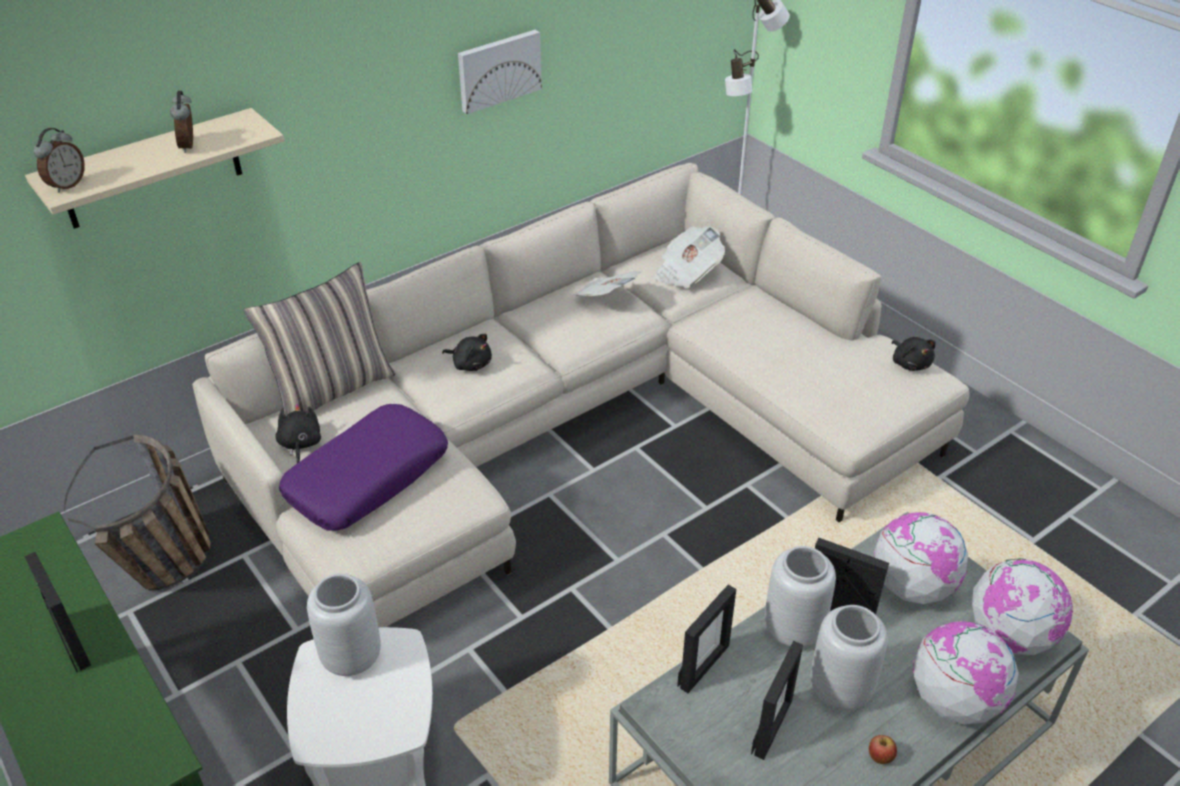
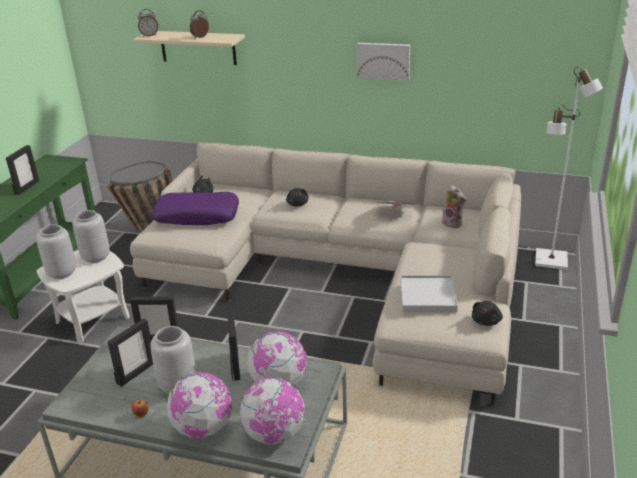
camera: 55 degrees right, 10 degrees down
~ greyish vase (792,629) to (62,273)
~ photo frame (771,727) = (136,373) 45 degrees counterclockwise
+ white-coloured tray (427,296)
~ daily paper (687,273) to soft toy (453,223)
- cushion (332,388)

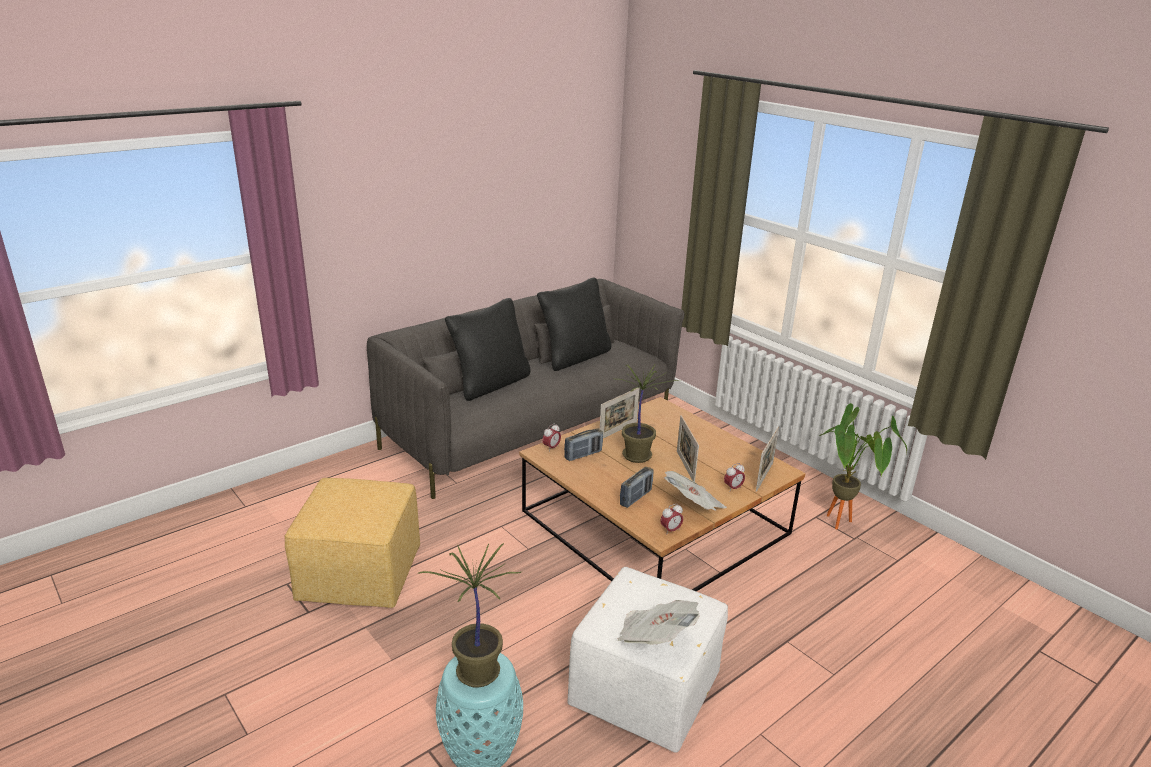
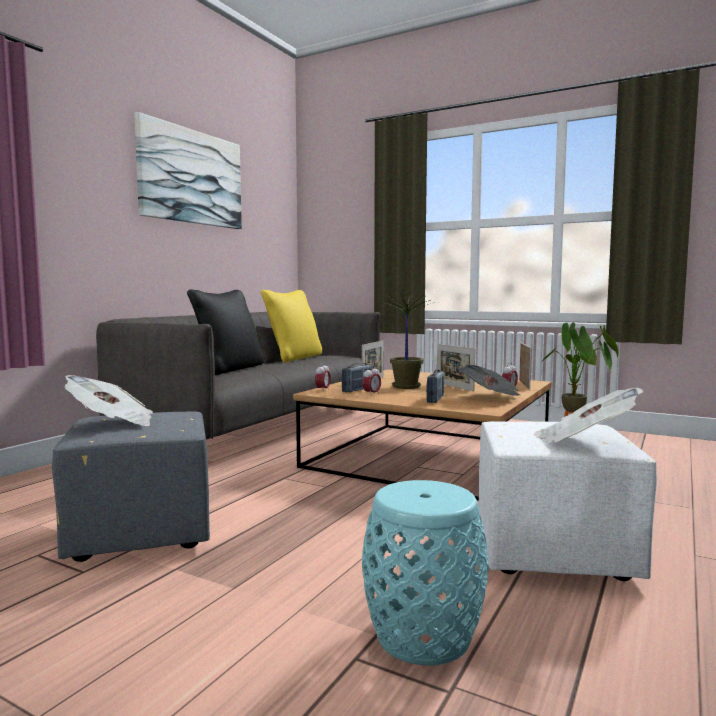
camera: 20 degrees left, 20 degrees down
~ yellow-coloured ottoman (359,576) to greyish ottoman (139,533)
+ daily paper (113,423)
+ picture (191,177)
~ black-coloured cushion (574,357) to yellow-coloured cushion (294,358)
~ table clock (670,530) to (371,394)
- potted plant (476,672)

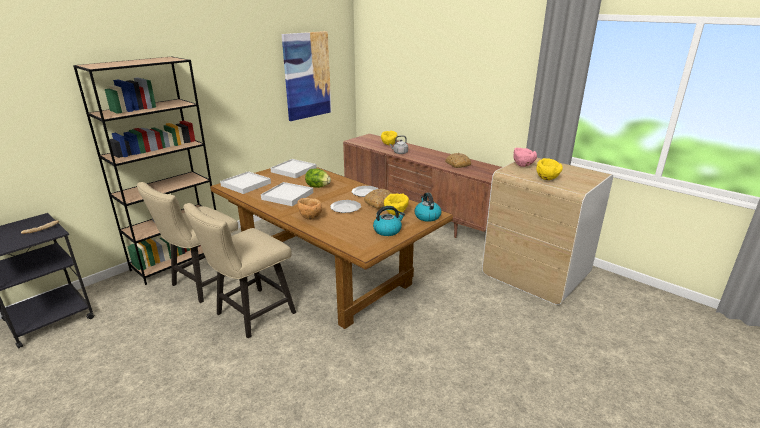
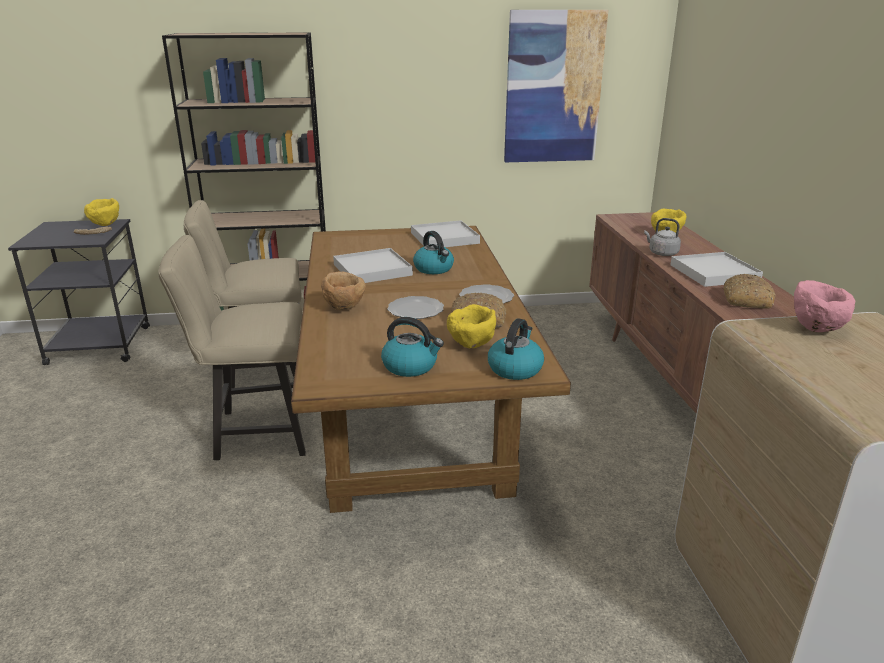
camera: 40 degrees right, 0 degrees up
~ yellow-coloured bowl (547,179) to (105,225)
~ head of lettuce (318,187) to tea kettle (434,269)
~ white-coloured tray (246,184) to (714,273)

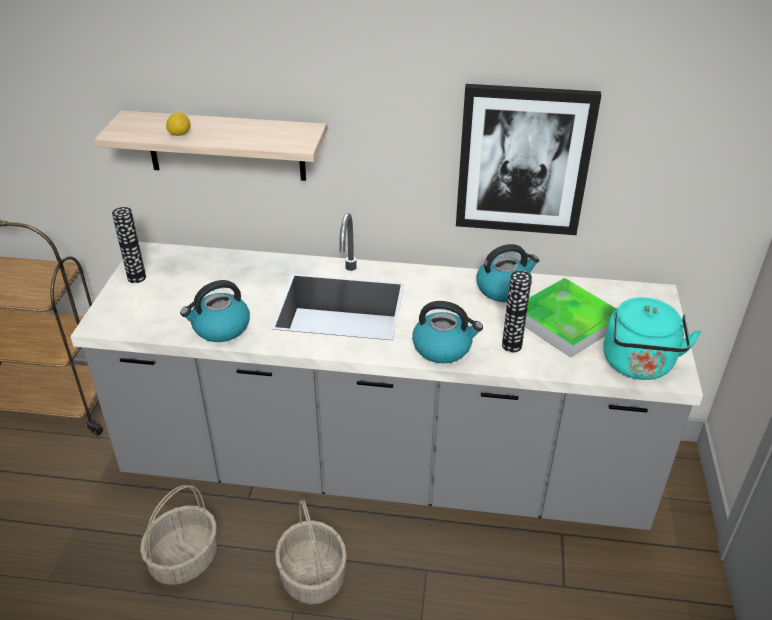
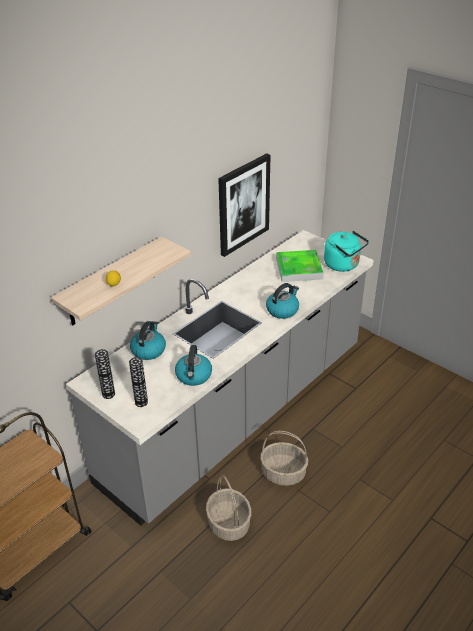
camera: 55 degrees left, 0 degrees up
~ vase (511,345) to (141,402)
~ tea kettle (503,289) to (148,350)

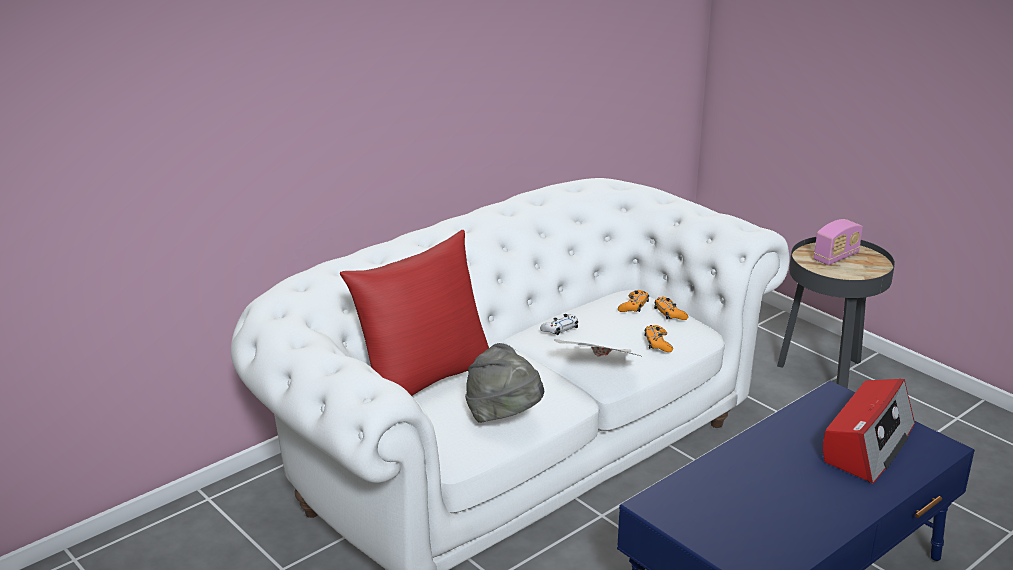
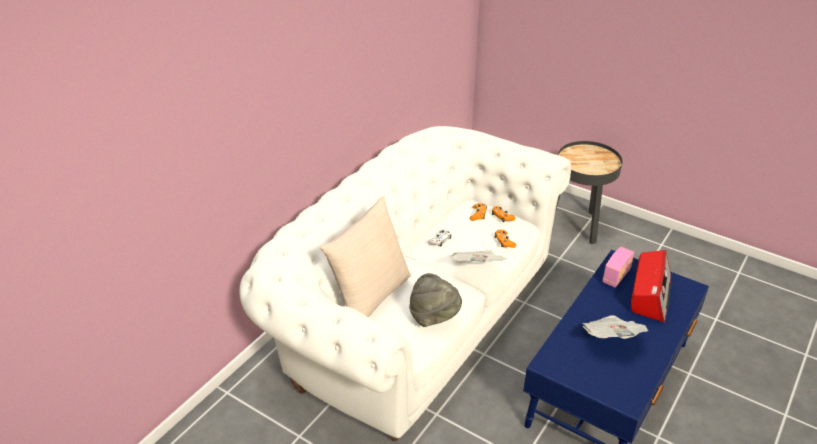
camera: 15 degrees left, 10 degrees up
~ red-coloured cushion (423,380) to beige cushion (370,297)
+ daily paper (611,339)
~ radio receiver (836,257) to (616,276)

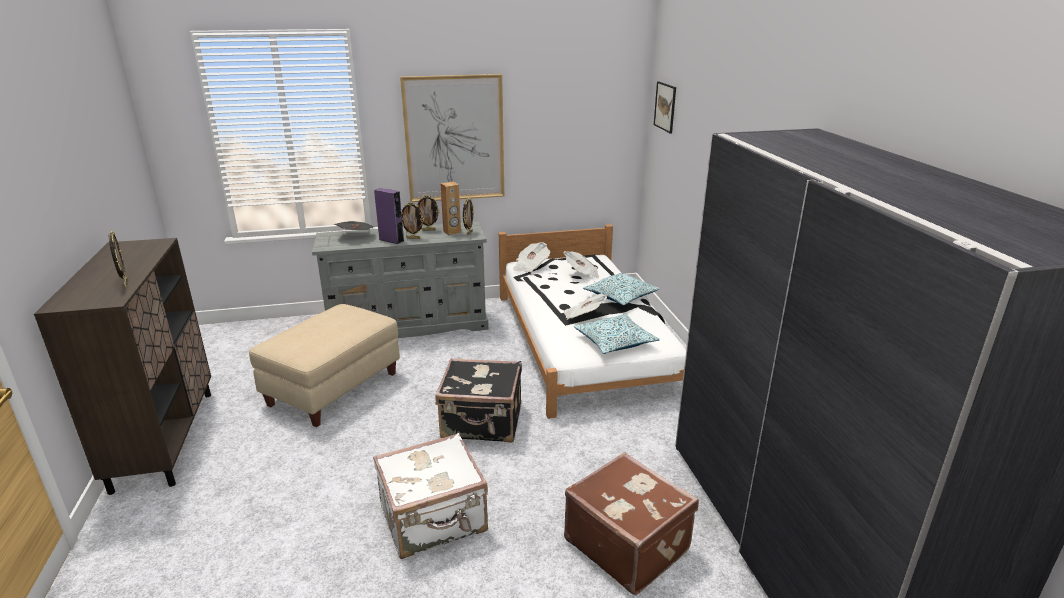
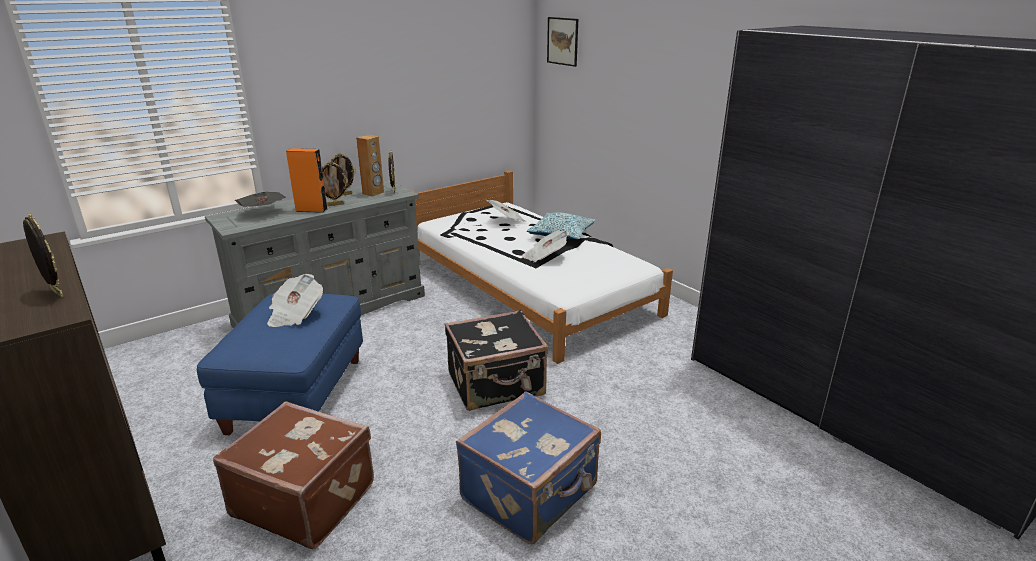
camera: 25 degrees left, 0 degrees up
~ beige ottoman (333,388) to blue-coloured ottoman (295,394)
~ brownish piece of luggage (627,544) to (305,498)
~ daily paper (530,267) to (295,315)
~ purple audio speaker (391,240) to orange audio speaker (311,210)
~ white-coloured piece of luggage (434,520) to blue-coloured piece of luggage (531,494)
- picture (454,139)
- cushion (614,341)

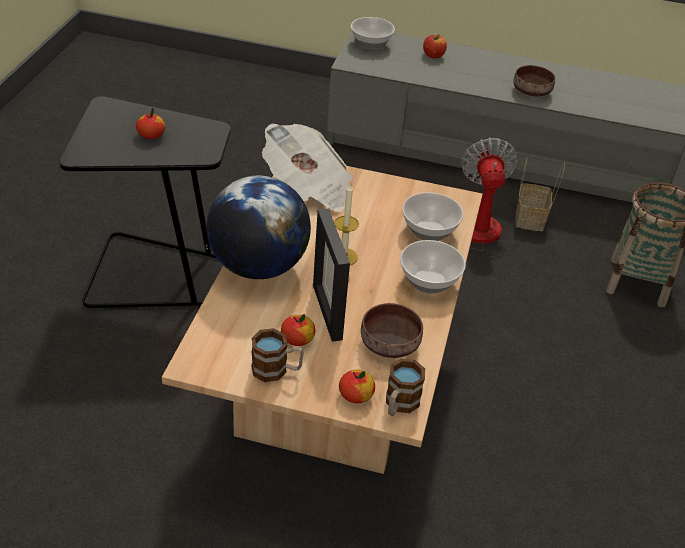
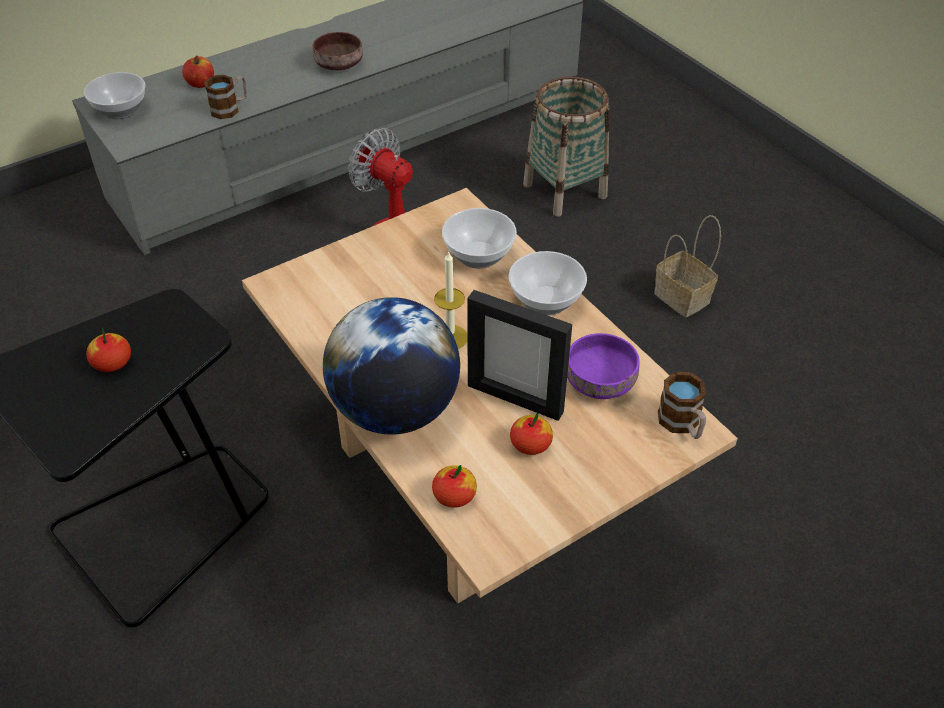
camera: 45 degrees left, 5 degrees up
~ tea mug (276,370) to (230,108)
~ whole apple (356,395) to (454,496)
~ brownish bowl (390,342) to purple bowl (599,379)
~ basket (530,219) to (683,298)
- daily paper (308,188)

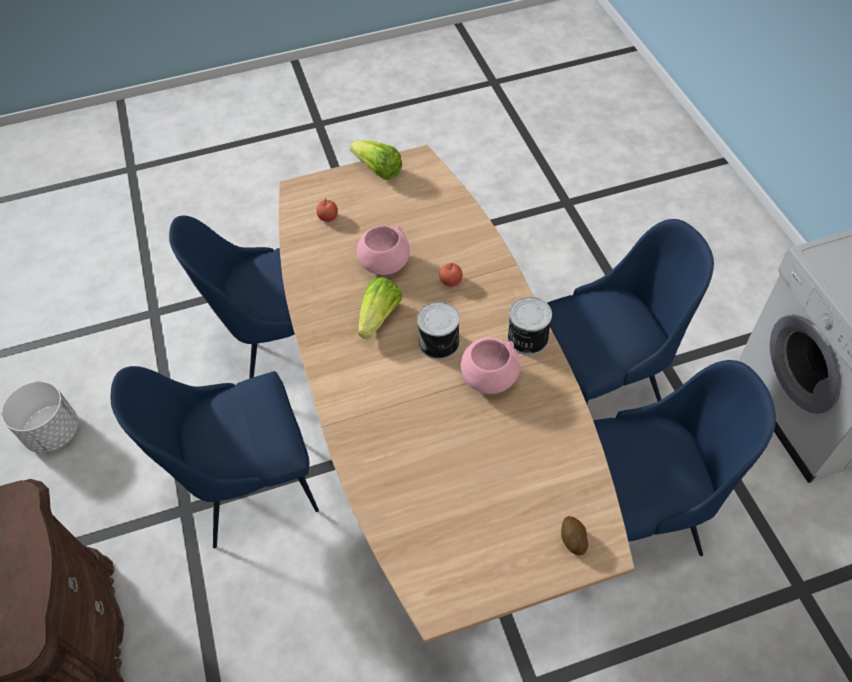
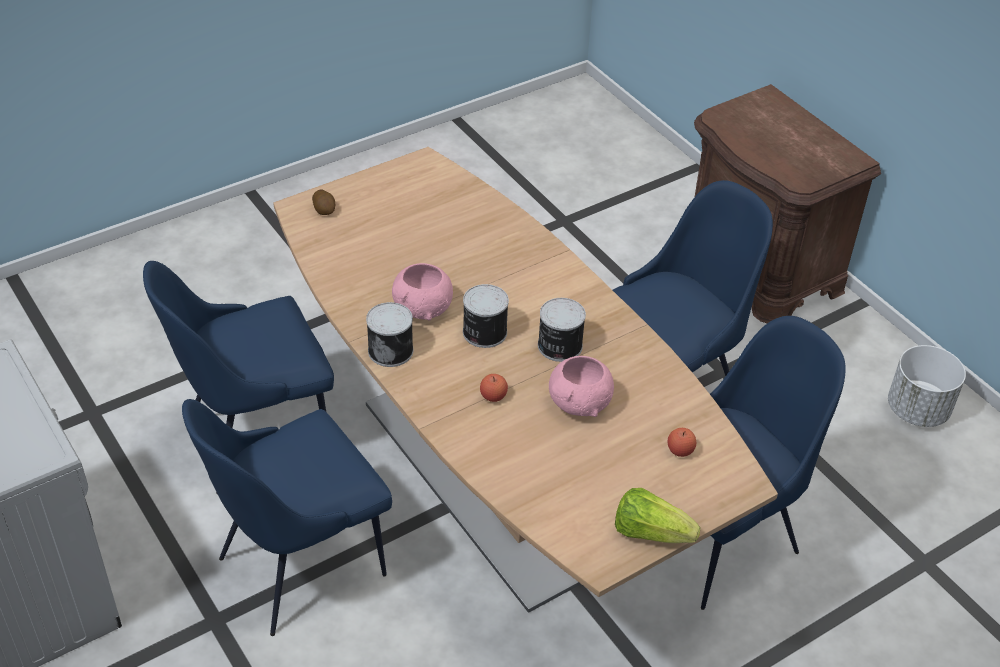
camera: 160 degrees right, 10 degrees down
~ head of lettuce (379,317) to metal can (559,346)

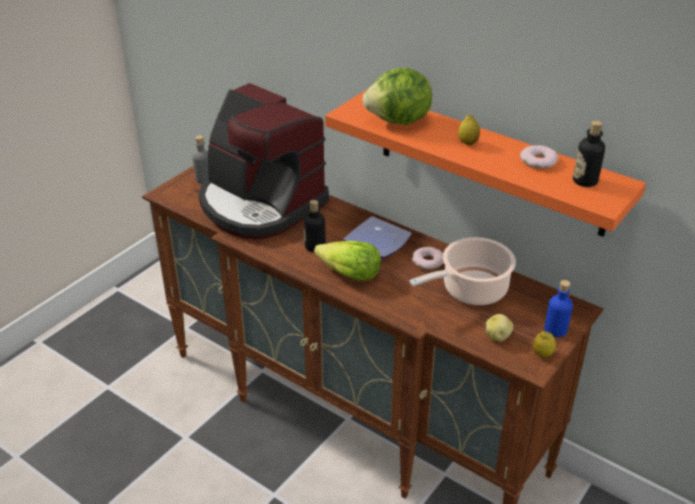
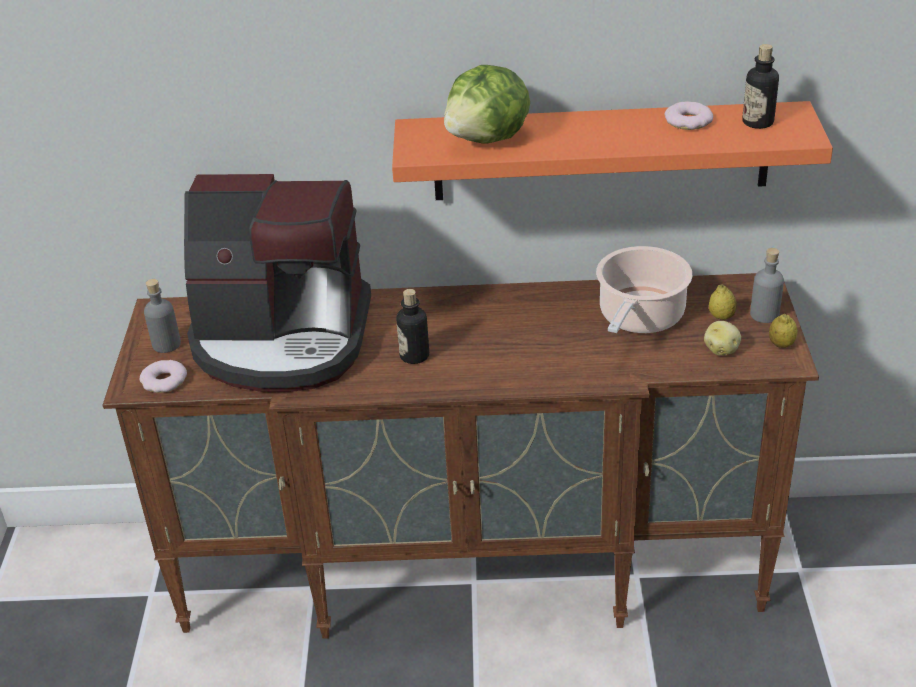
camera: 35 degrees left, 0 degrees up
~ ring doughnut (428,261) to (164,381)
~ lemon (468,143) to (721,317)
~ blue-coloured bottle (555,329) to greyish bottle (764,314)
- head of lettuce (349,274)
- flat dish (376,241)

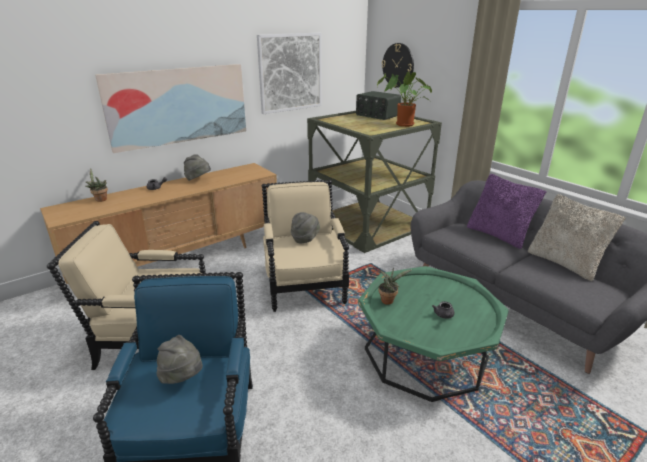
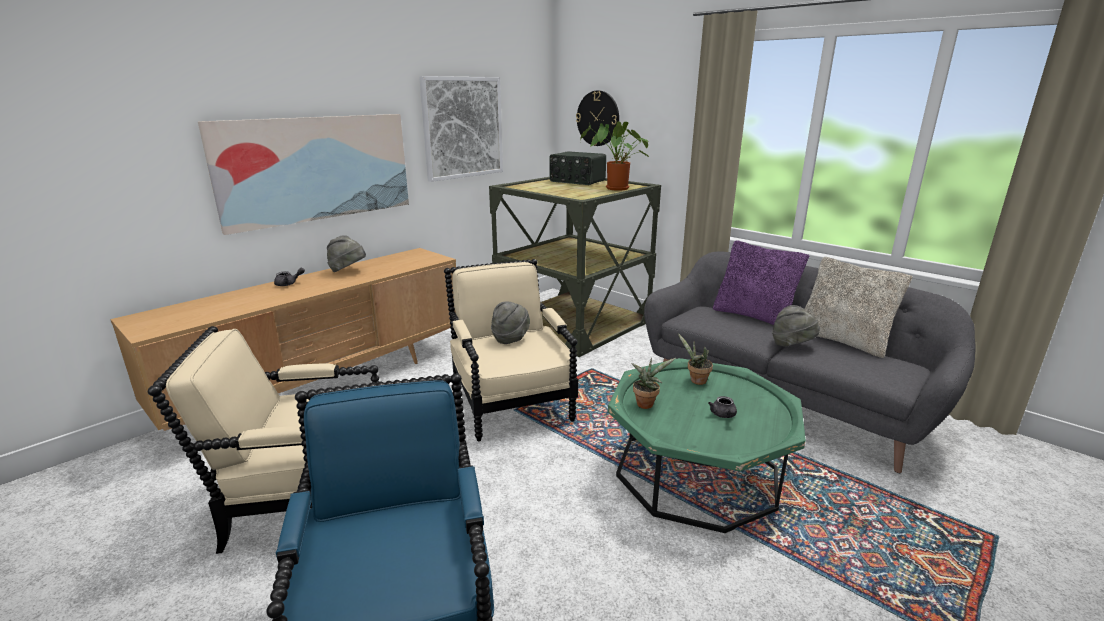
camera: 10 degrees left, 5 degrees down
~ potted plant (100,199) to (695,381)
~ greyish wearable hat (183,378) to (792,345)

